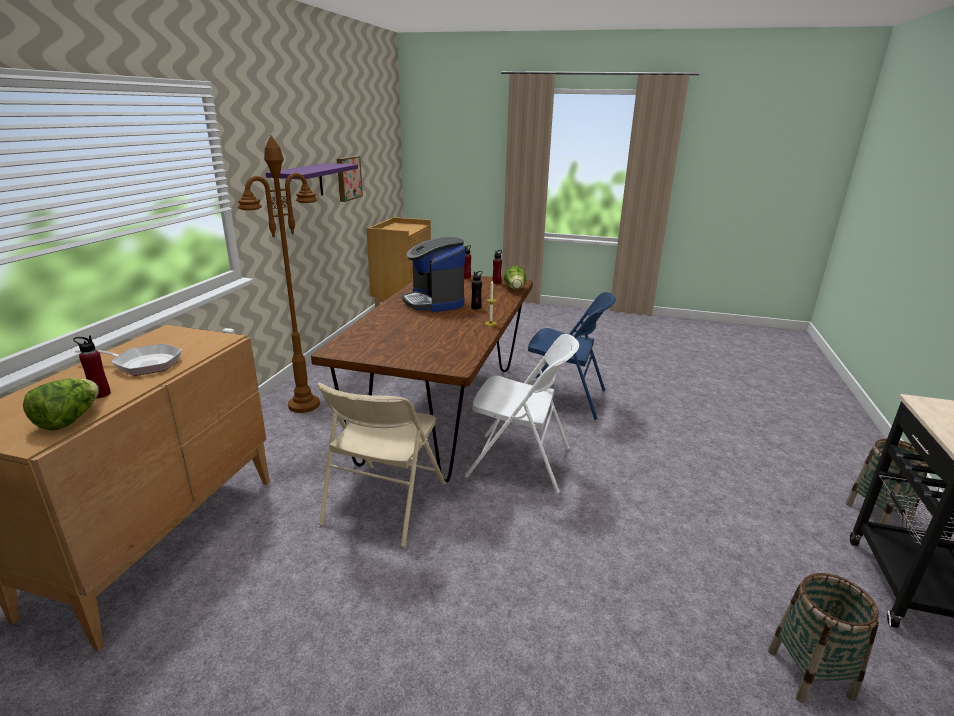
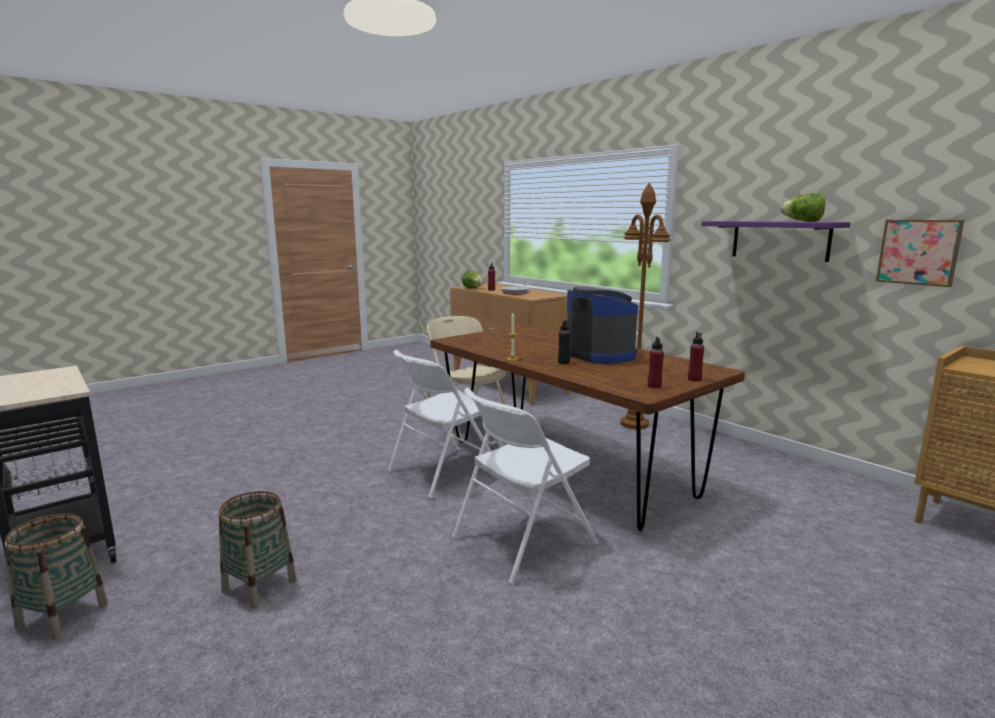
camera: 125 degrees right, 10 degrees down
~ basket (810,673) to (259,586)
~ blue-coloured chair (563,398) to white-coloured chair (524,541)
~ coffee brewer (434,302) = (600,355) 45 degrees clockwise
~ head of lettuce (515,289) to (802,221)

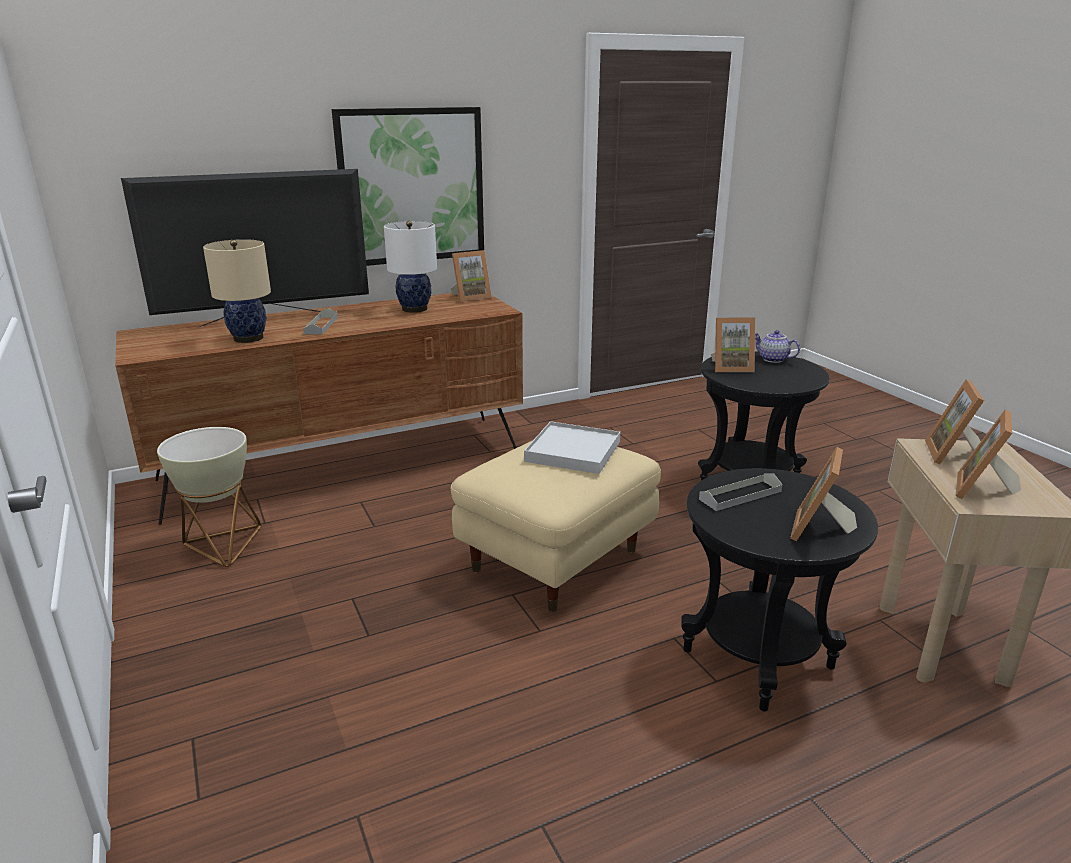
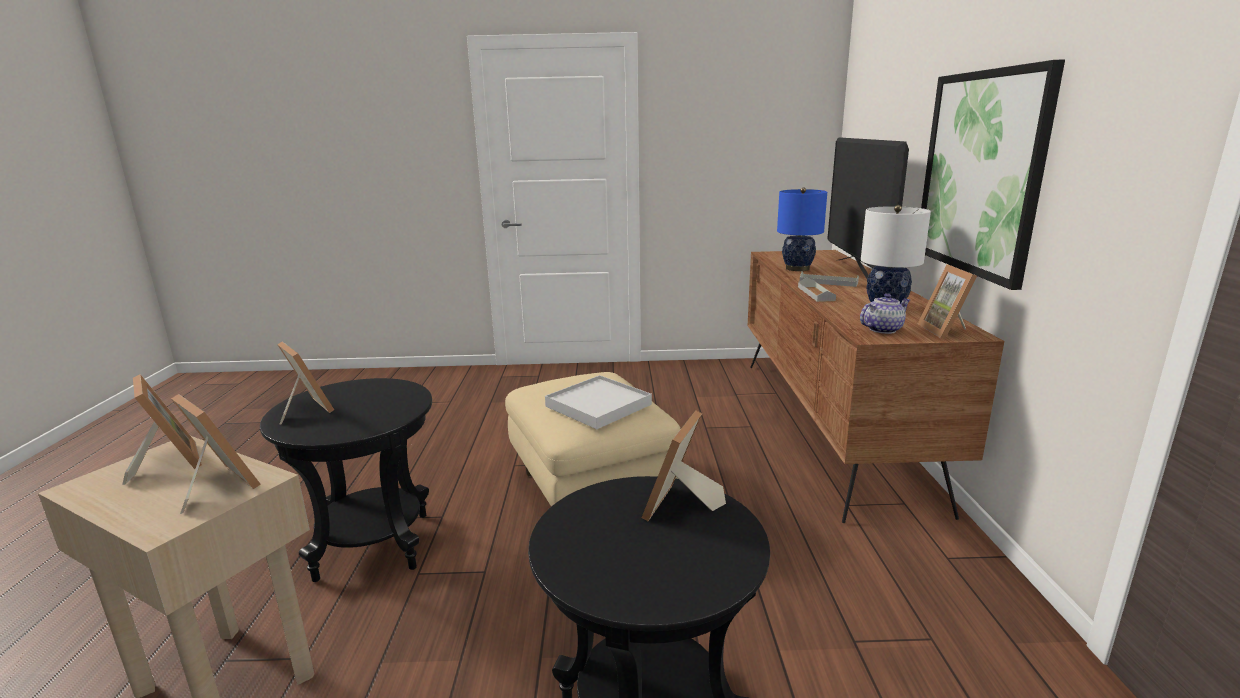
camera: 115 degrees right, 5 degrees down
~ beige lamp for a table (248,338) to blue-coloured lamp for a table (797,268)
~ greyish tray (740,495) to (816,293)
~ tea pot (772,359) to (882,329)
- planter (222,545)

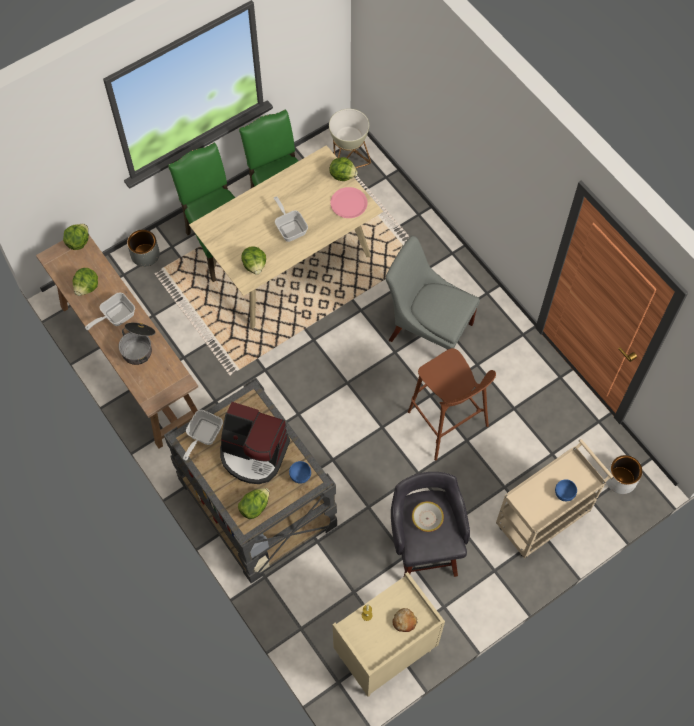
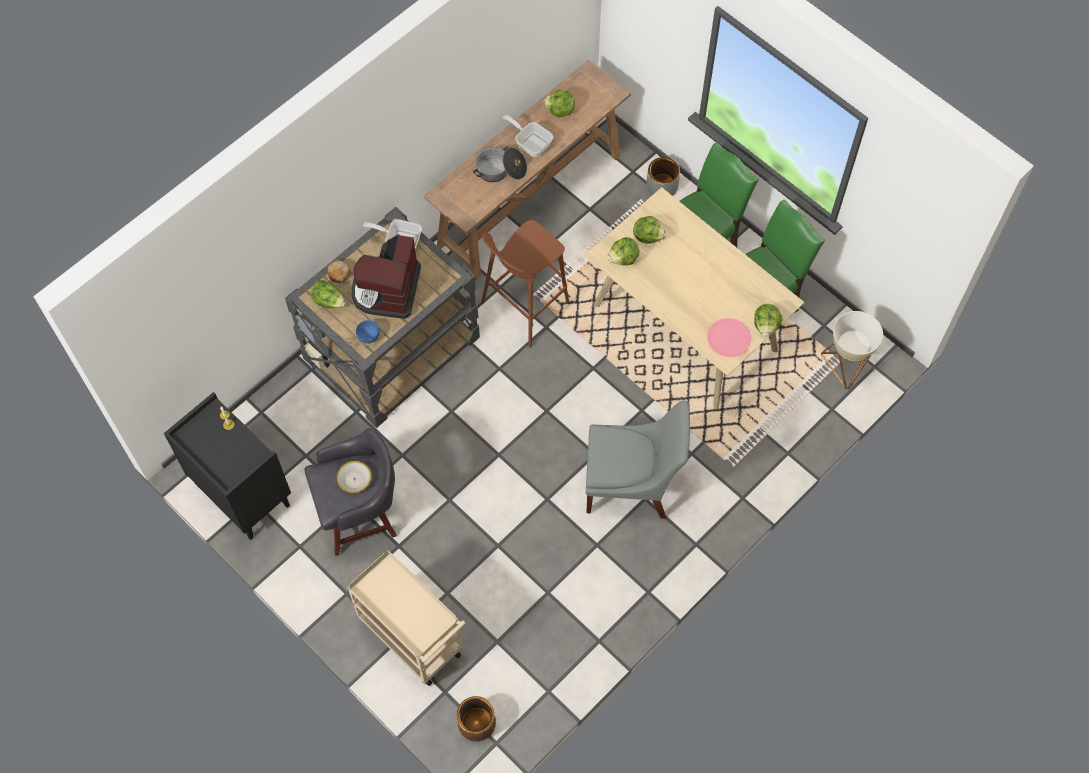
camera: 80 degrees right, 0 degrees up
~ beige cupboard (384,653) to black-coloured cupboard (242,495)
~ bread (404,621) to (339,273)
~ white-coloured planter (621,480) to brownish planter (476,723)
~ brownish sitting stool (446,422) to (526,307)
~ greyish chair (427,329) = (632,484) 75 degrees clockwise
~ head of lettuce (78,242) to (648,236)
- frying pan (290,227)
- blue-coloured bowl (564,493)

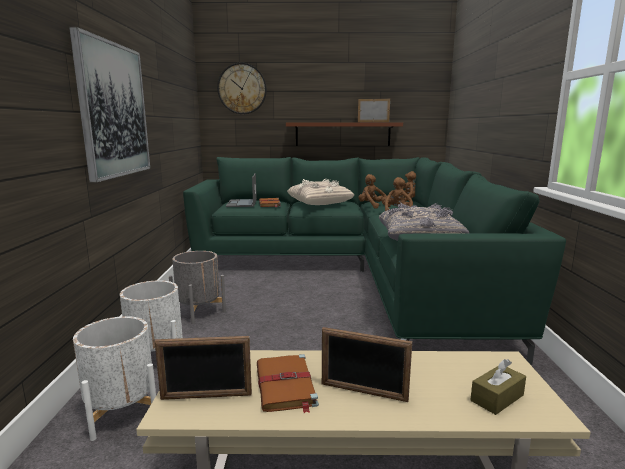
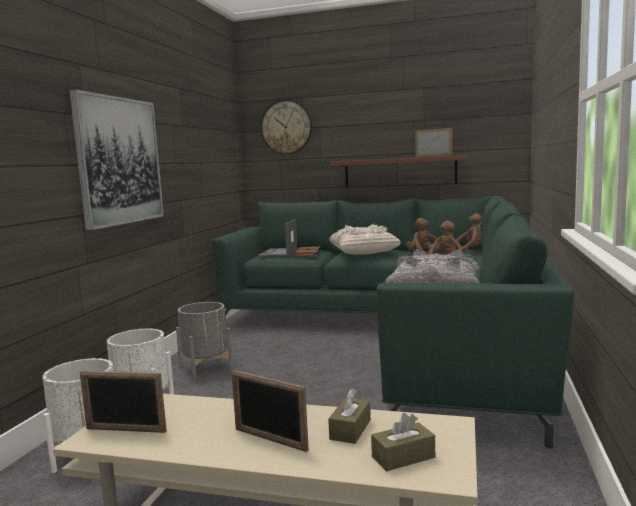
camera: 15 degrees right, 5 degrees down
+ brownish tissue box (350,429)
- brownish book (285,386)

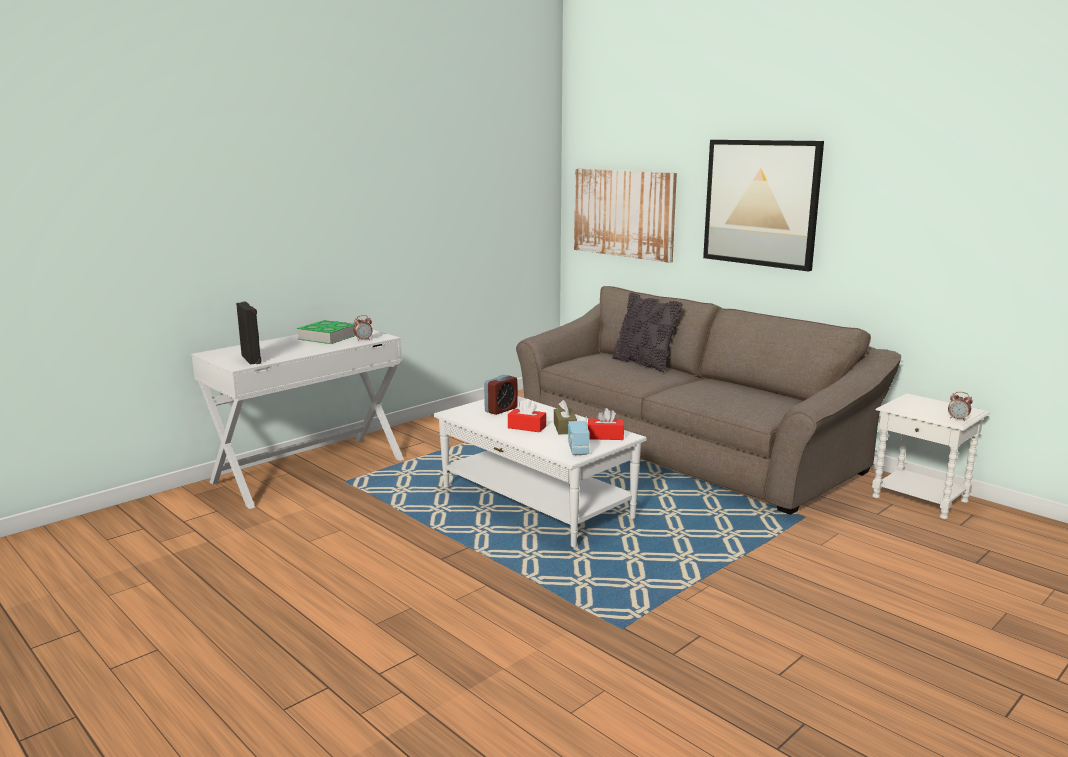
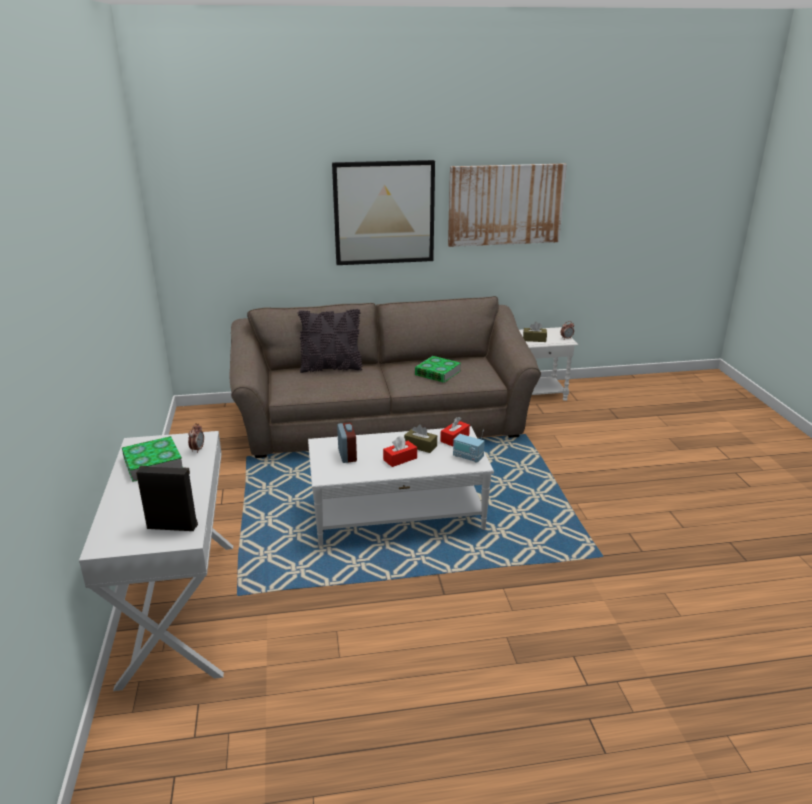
camera: 55 degrees left, 10 degrees up
+ book (437,373)
~ picture (623,213) to (505,205)
+ brownish tissue box (534,339)

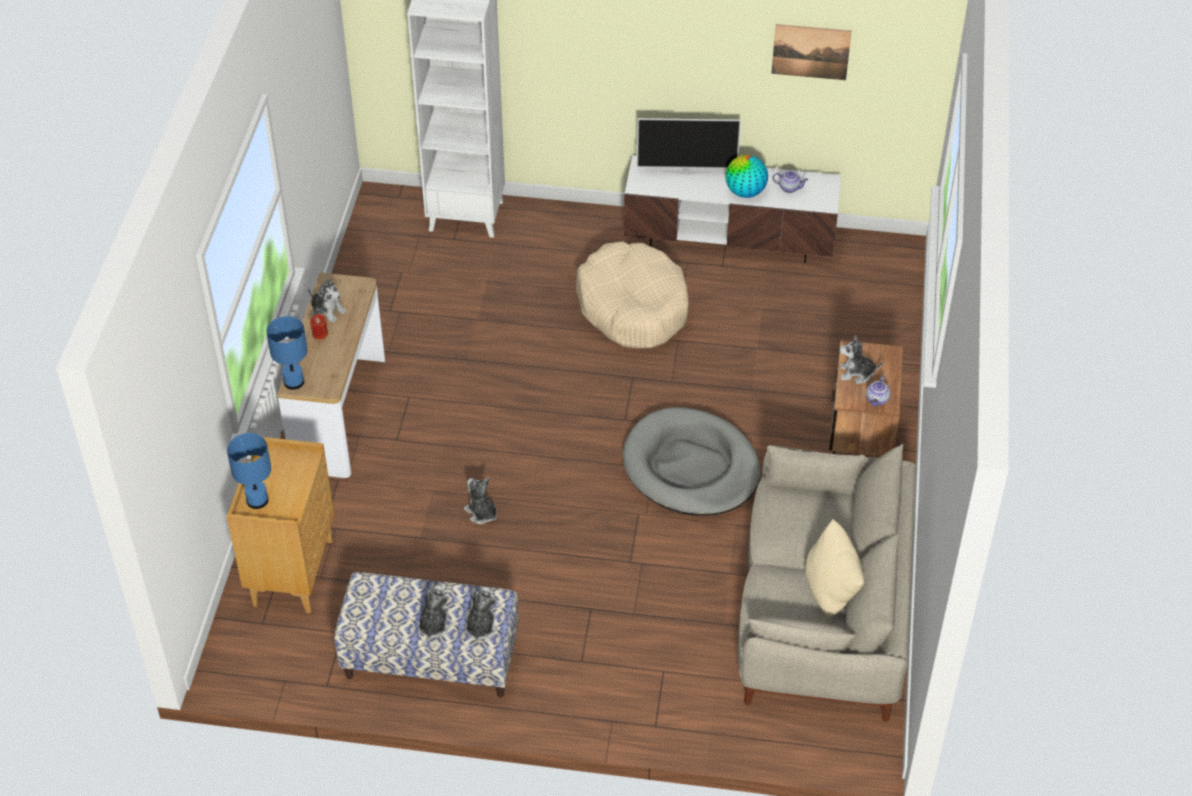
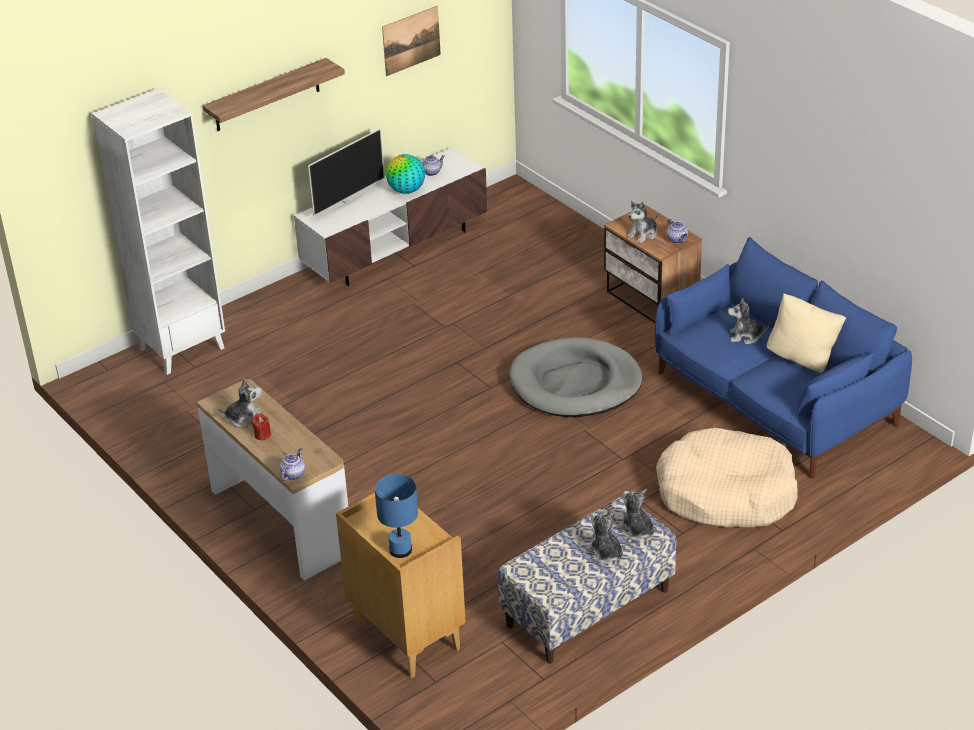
camera: 45 degrees left, 10 degrees down
+ bracket shelf (267,95)
~ blue-coloured lamp for a table (294,382) to tea pot (293,474)
~ beige couch (822,611) to blue-coloured couch (774,399)
~ beige dog cushion (633,307) to (726,493)
~ soft toy (481,513) to (745,336)

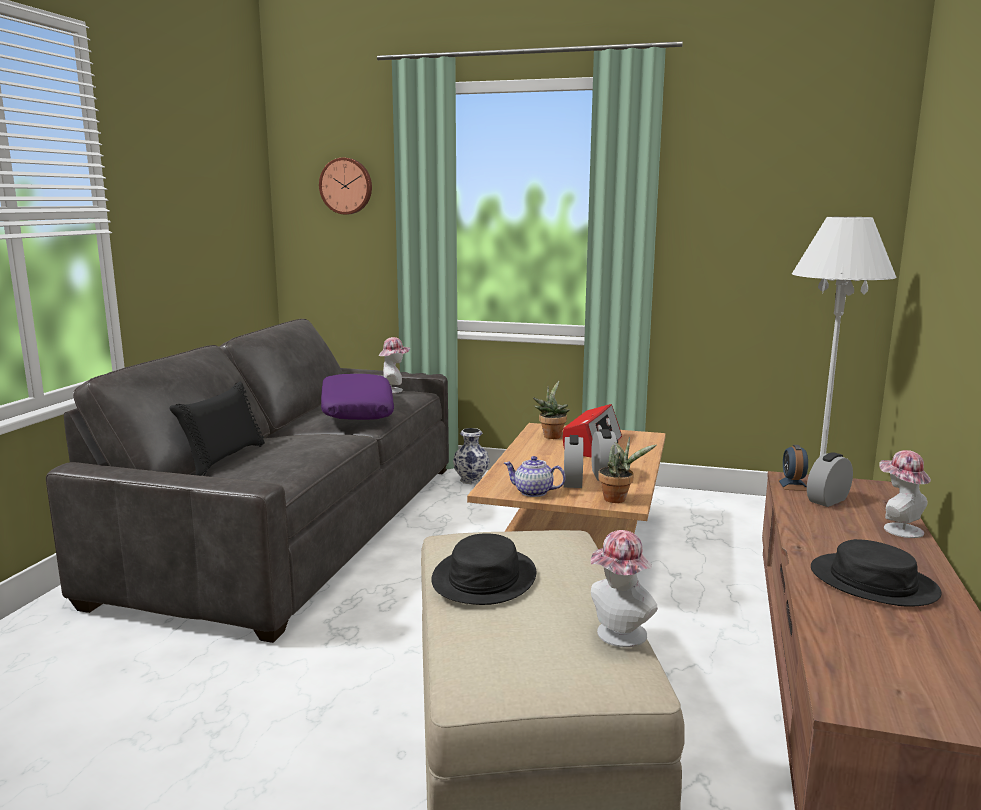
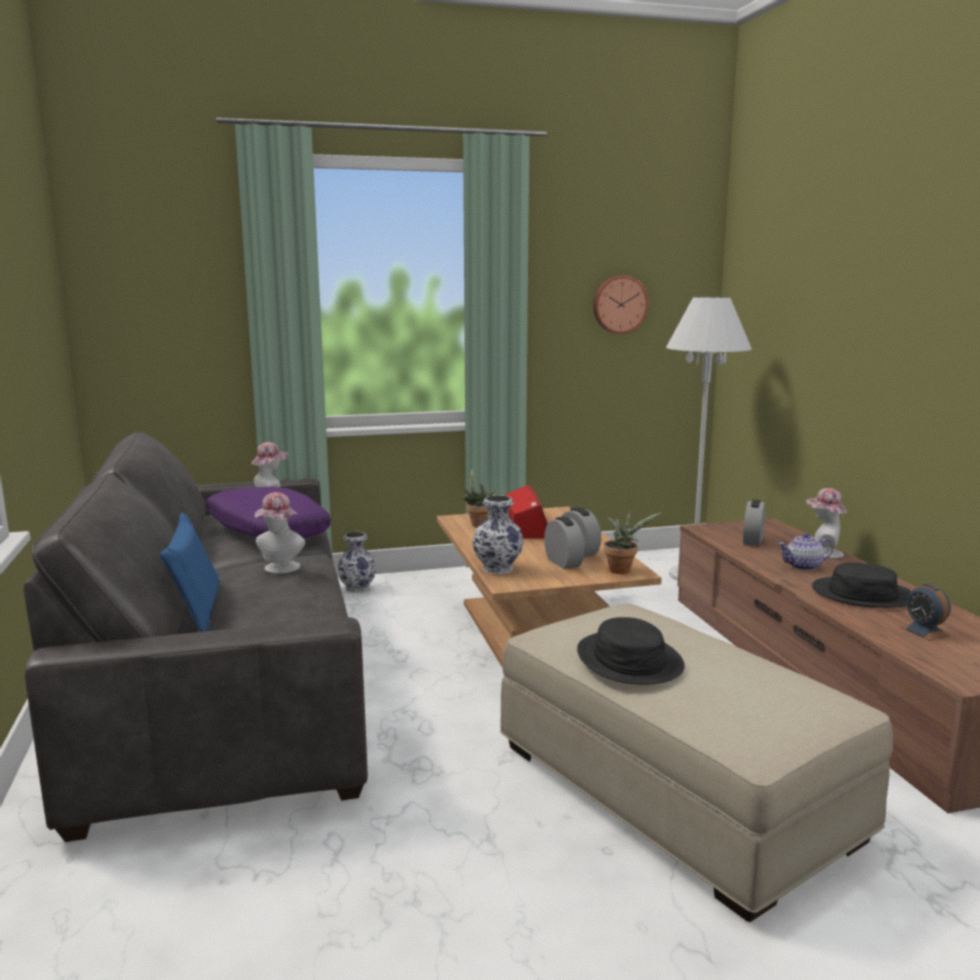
camera: 30 degrees left, 0 degrees up
~ black-coloured cushion (223,459) to blue-coloured cushion (196,608)
~ wearable hat (618,637) to (280,569)
+ vase (498,568)
~ wall clock (346,186) to (619,304)
~ tea pot (533,492) to (803,566)
~ table clock (793,485) to (924,631)

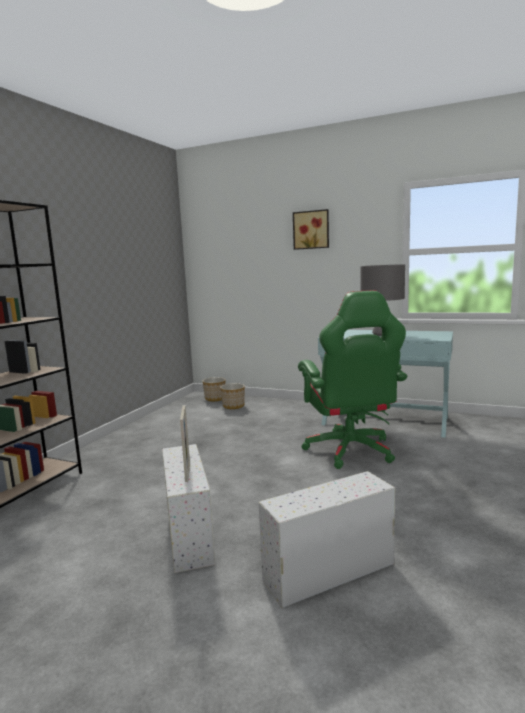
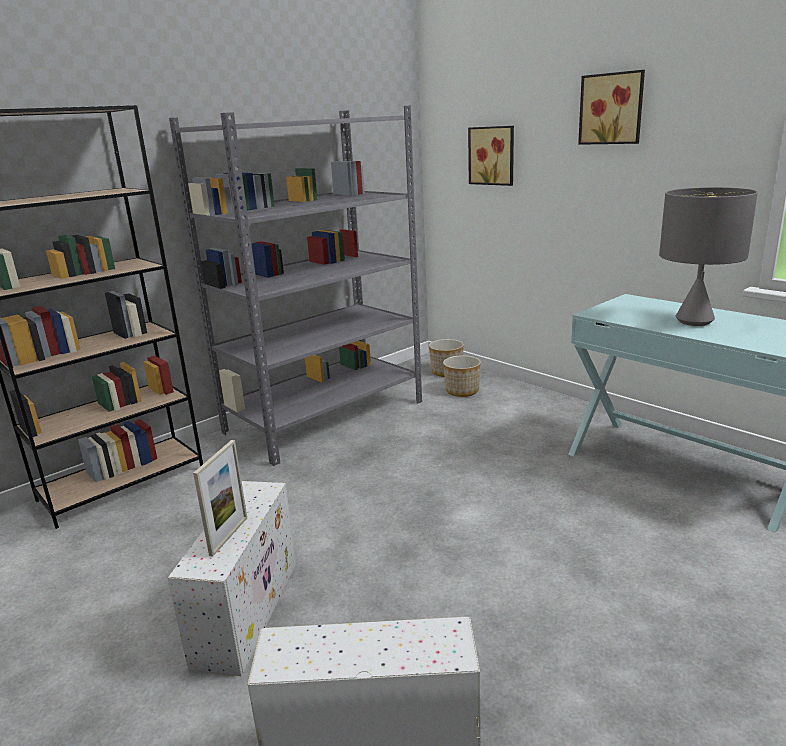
camera: 25 degrees right, 10 degrees up
+ greyish shelving unit (325,416)
+ picture (493,155)
- greenish office chair (349,450)

